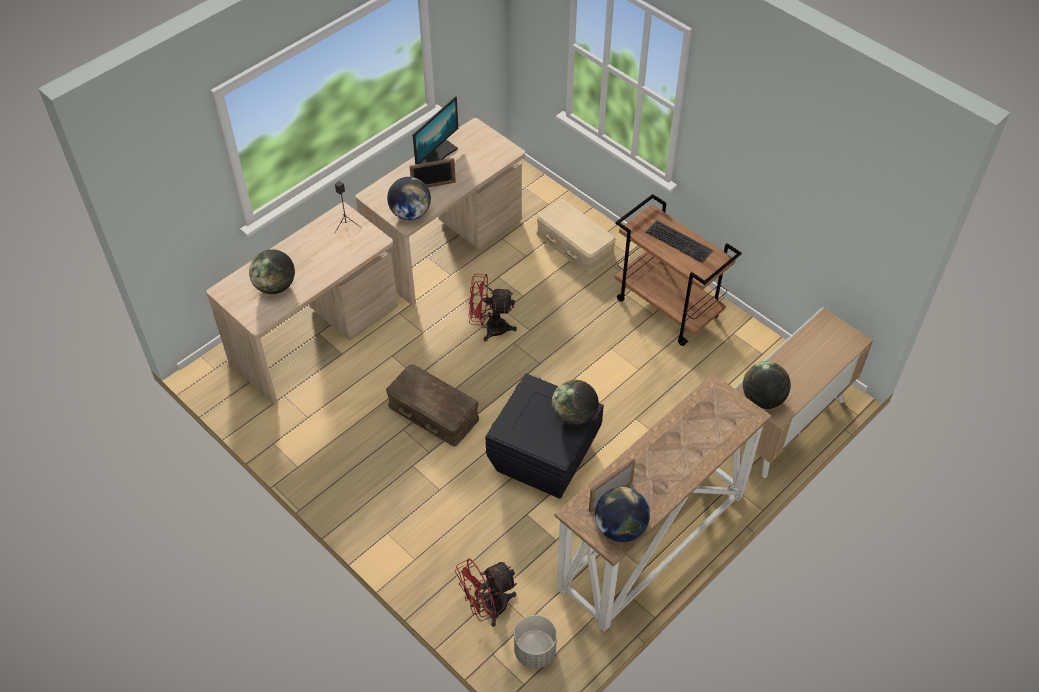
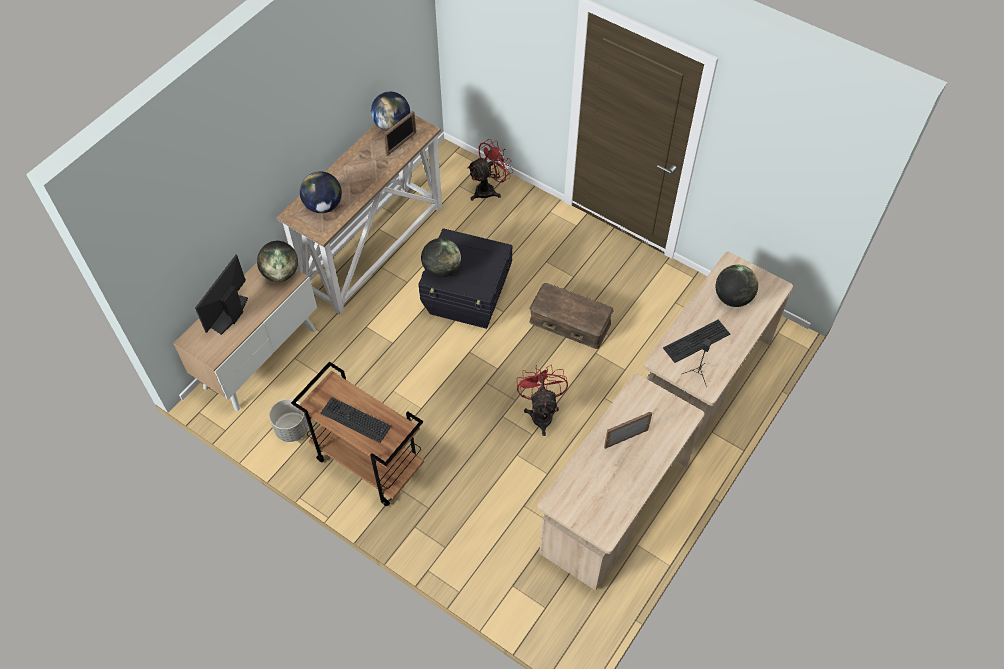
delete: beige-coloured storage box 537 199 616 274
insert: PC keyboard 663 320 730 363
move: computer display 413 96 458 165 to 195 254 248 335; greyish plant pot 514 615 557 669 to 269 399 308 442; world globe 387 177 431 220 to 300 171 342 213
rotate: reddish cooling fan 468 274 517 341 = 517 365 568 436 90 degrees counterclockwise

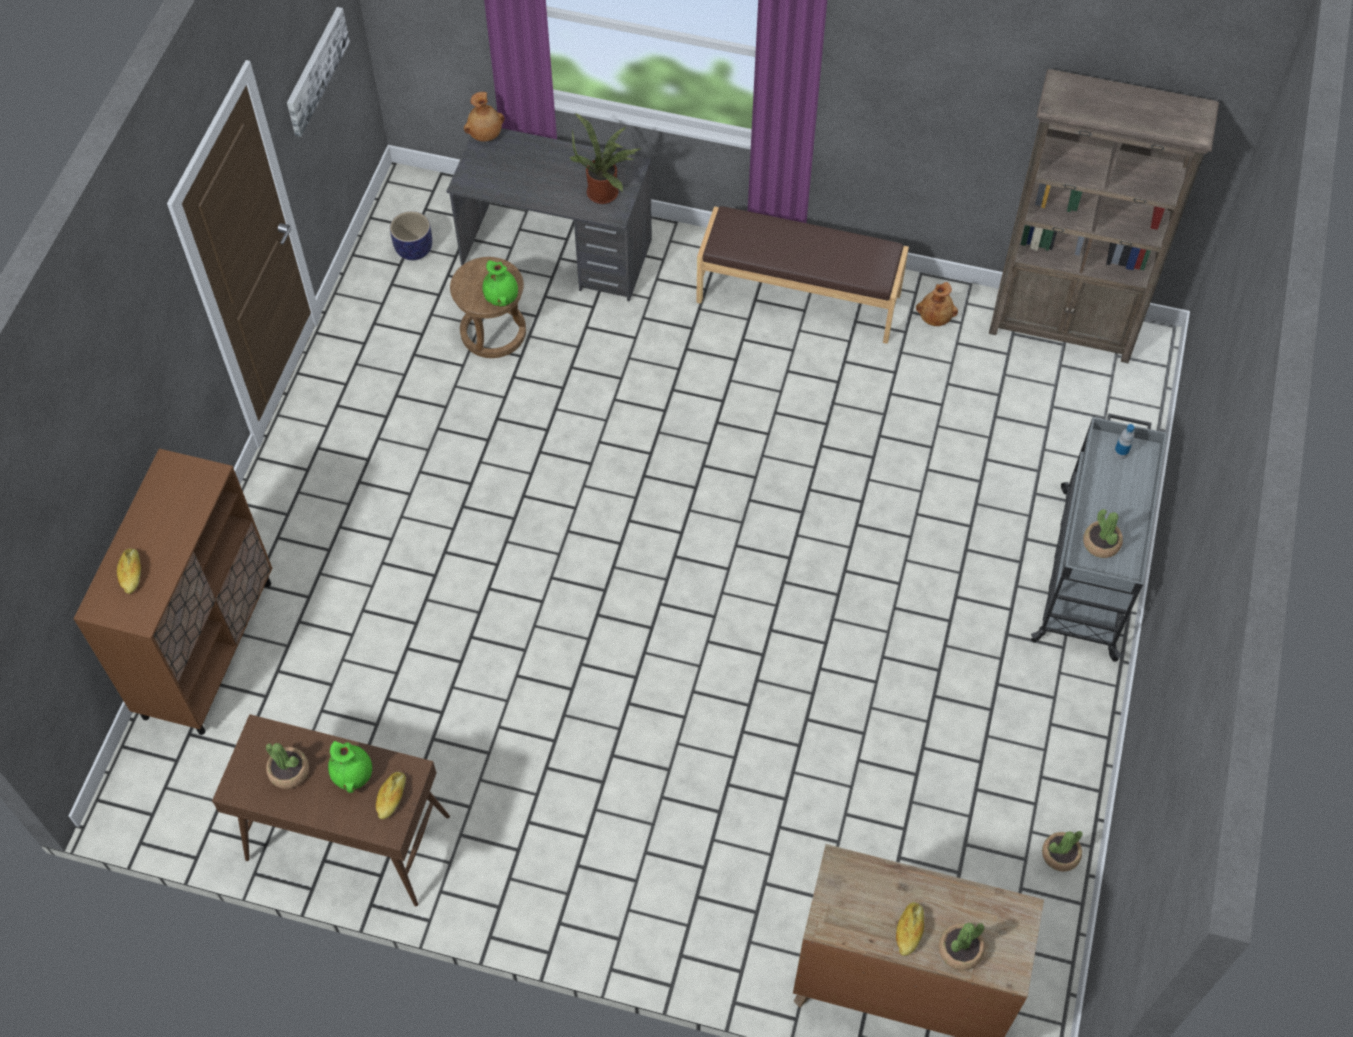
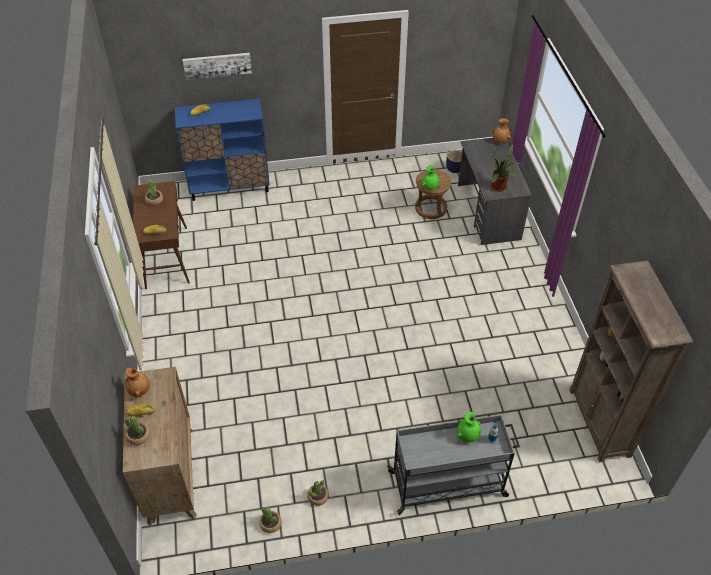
delete: brownish long seat 696 206 909 344
move: brownish decorative vase 916 282 958 326 to 125 367 150 397; wall art 287 7 350 137 to 183 53 252 80; potted plant 1083 509 1123 558 to 307 480 329 506; greenish decorative vase 328 741 372 793 to 457 412 481 443
recolor: brownish cupboard 73 449 272 735 to blue cupboard 175 99 270 201

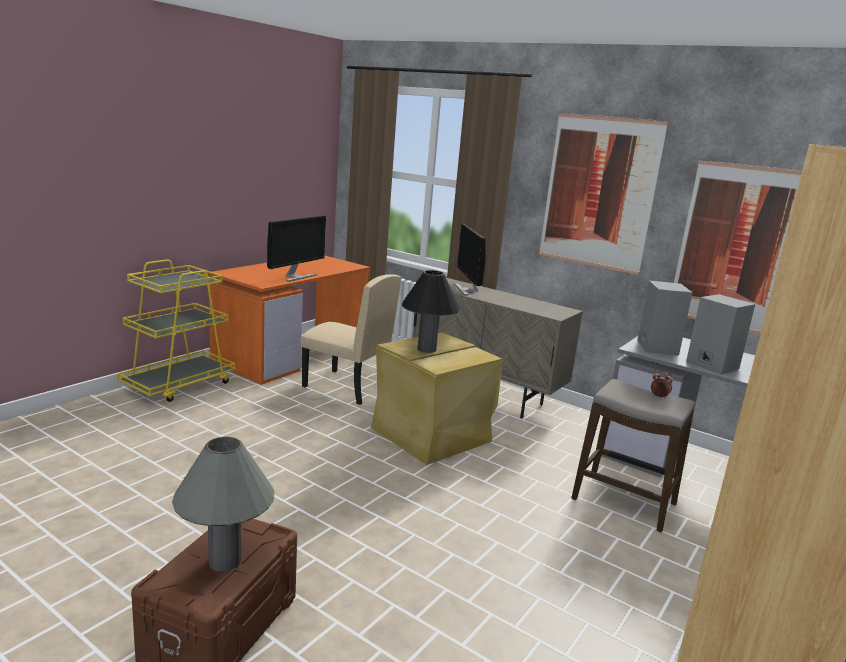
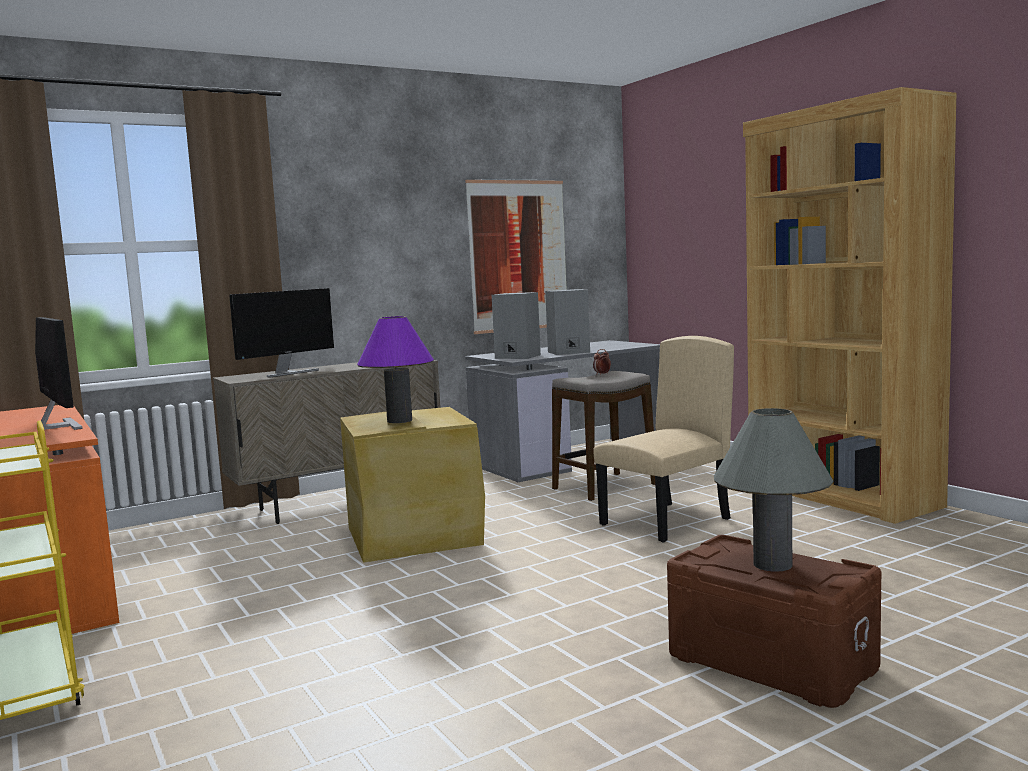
delete: wall art 539 113 668 275
move: beige-coloured upright chair 300 274 401 405 to 593 336 734 542
recolor: black-coloured tabletop lamp 402 270 460 353 to purplish tabletop lamp 357 316 434 423
rotate: computer display 454 223 485 296 = 229 288 334 378 60 degrees counterclockwise

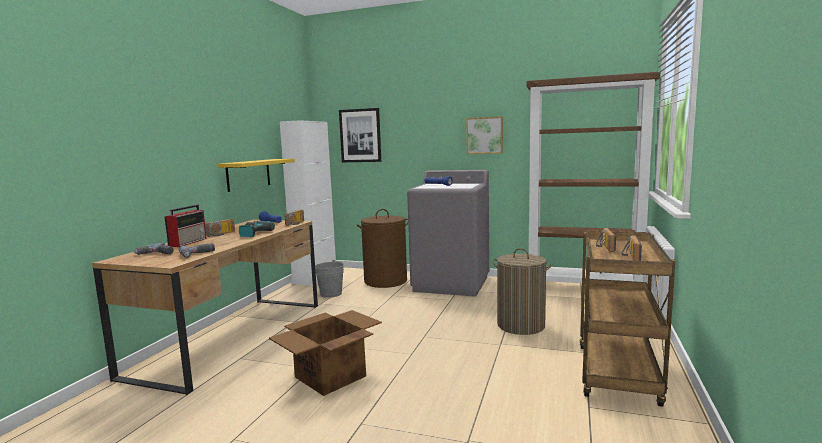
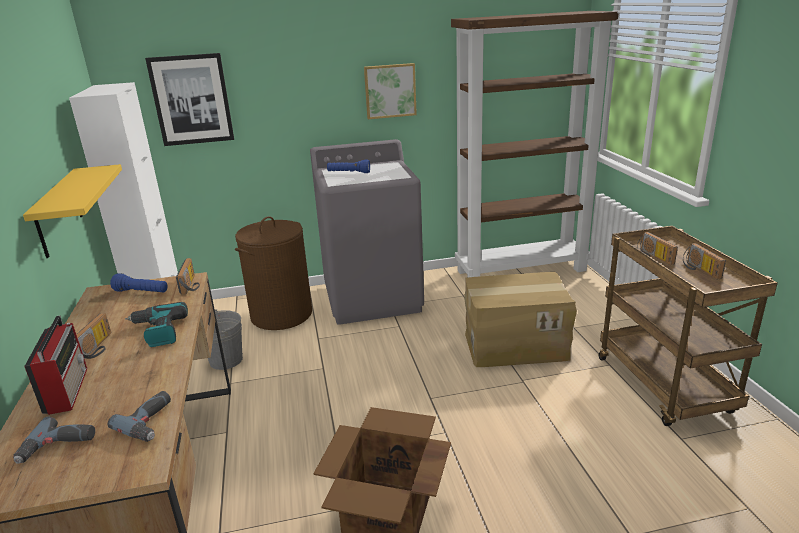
replace: washing basket 492 248 553 335 to carton 465 272 577 367

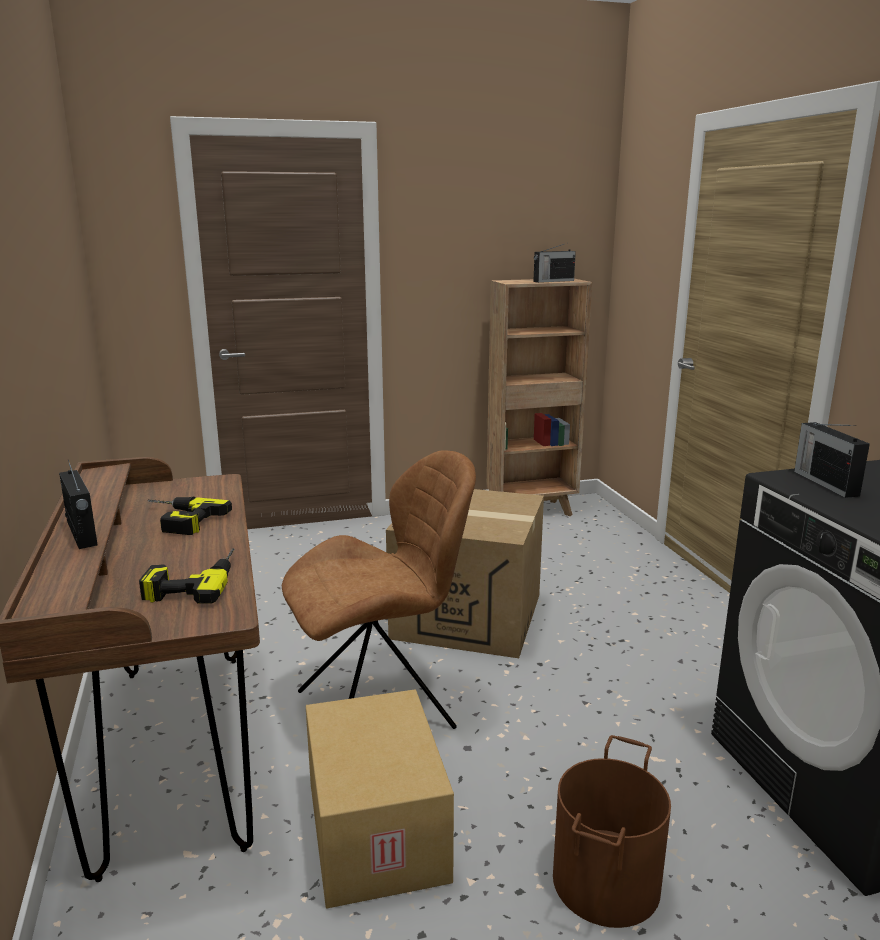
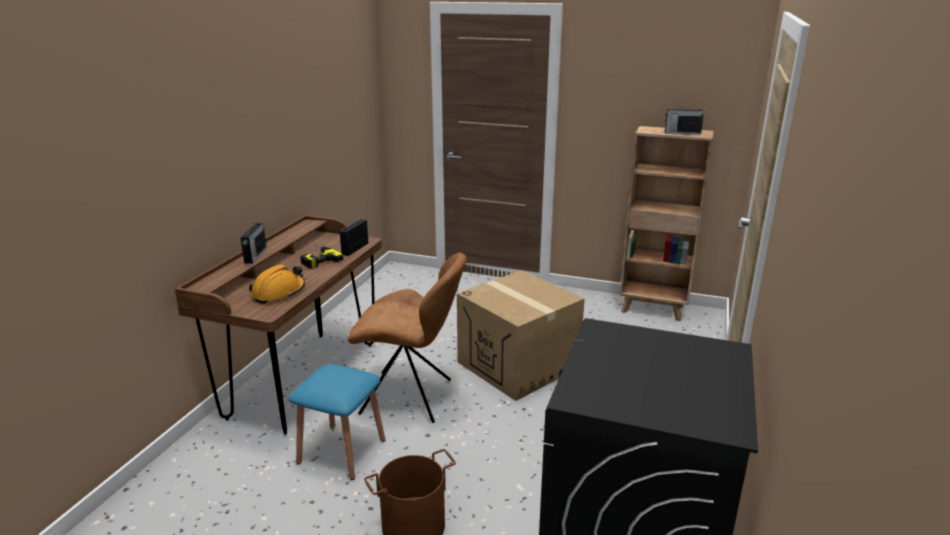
move: radio 794 422 870 498 to 340 219 368 256
replace: power drill 139 548 235 604 to orange hard hat 249 264 305 304; carton 306 690 454 908 to blue sitting stool 289 364 385 480

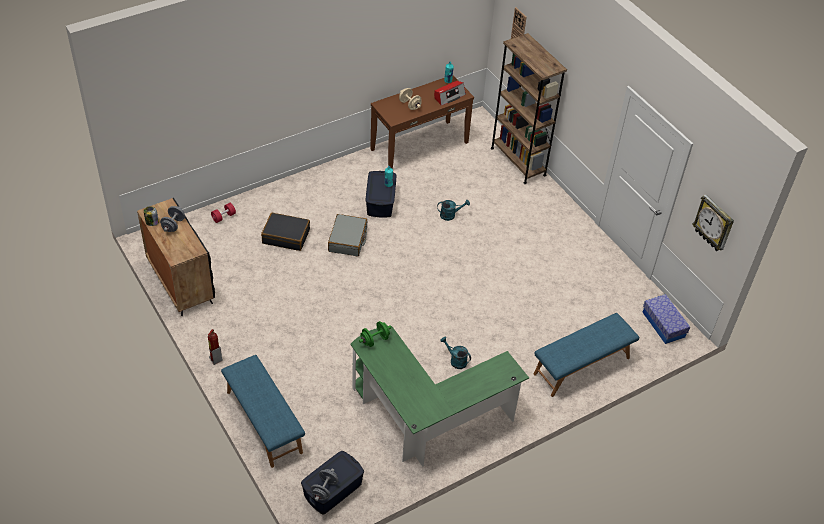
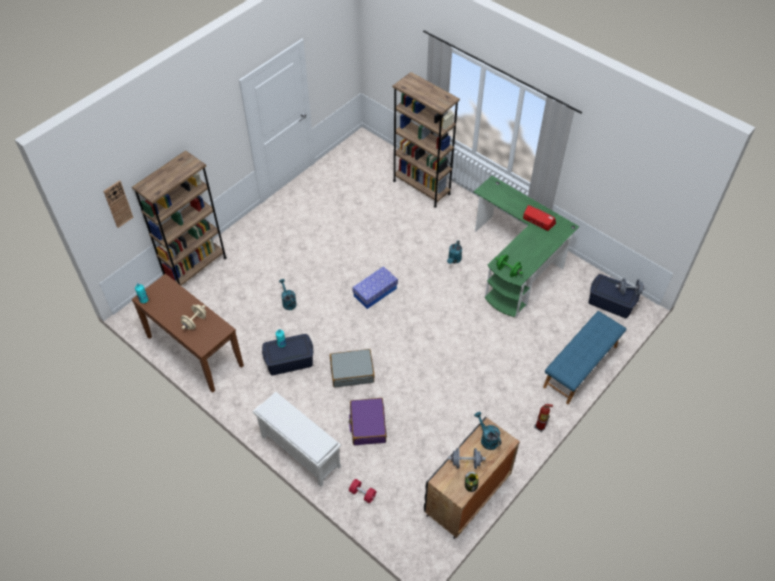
delete: hanging clock 693 194 734 251
insert: white-coloured shoe rack 253 392 341 487; blue-green watering can 474 412 501 450
move: storage box 642 294 690 344 to 352 266 398 309; radio 434 81 466 106 to 523 205 556 231
replace: blue long seat 533 313 639 397 to brownish bookshelf 393 72 460 208
recolor: black-coloured travel case 261 213 310 251 to purplish travel case 349 398 387 445

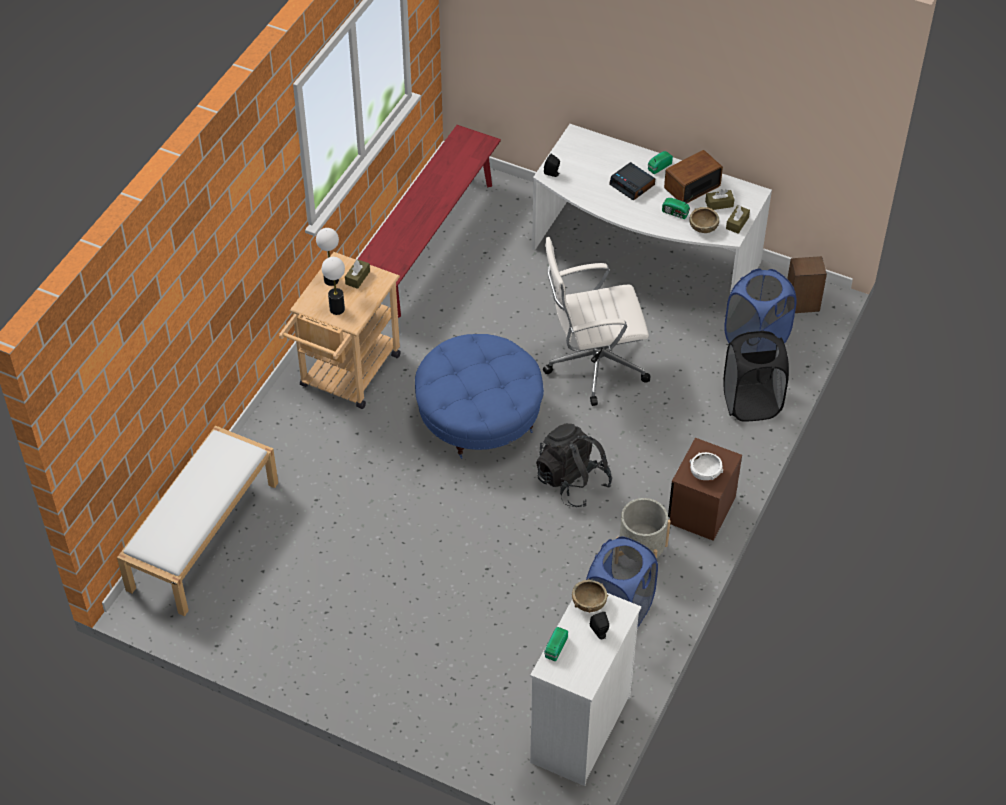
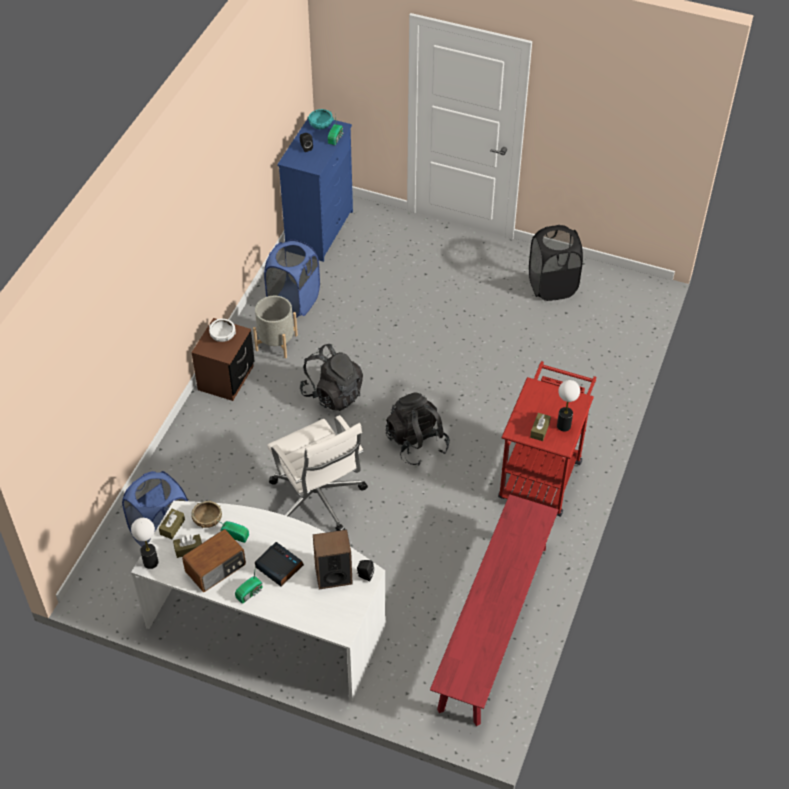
delete: white-coloured long seat 117 425 278 616; brownish serving bowl 572 579 609 613
insert: blue-green serving bowl 307 109 334 129
move: tabletop lamp 322 257 345 315 to 131 518 158 569; speaker 787 256 827 313 to 313 530 353 589; black-coloured washing basket 724 330 789 422 to 529 225 583 301
replace: blue pouffe 415 334 544 459 to black-coloured knapsack 386 392 450 466
recolor: white-coloured drawer chest 530 593 641 786 to blue drawer chest 277 119 353 262; beige-coloured cart 279 252 401 409 to reddish cart 498 361 596 517
rotate: white-coloured desk chair 543 237 650 406 = 267 415 368 531 75 degrees clockwise

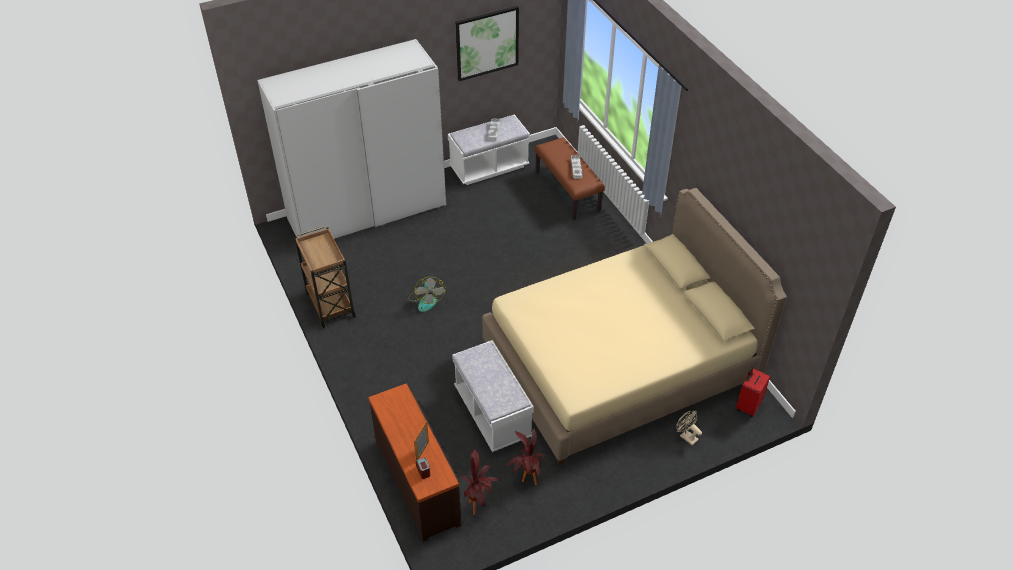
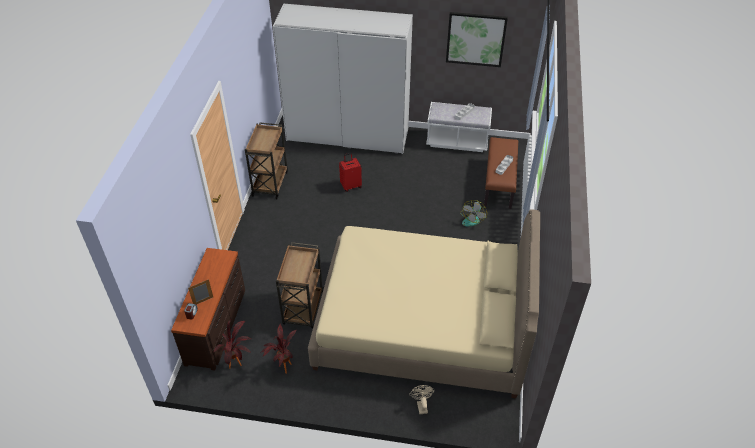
move: reddish travel case 736 365 770 417 to 339 153 362 192; cooling fan 408 277 446 312 to 460 200 487 226
replace: white-coloured long seat 452 340 534 452 to brownish cart 276 242 324 328

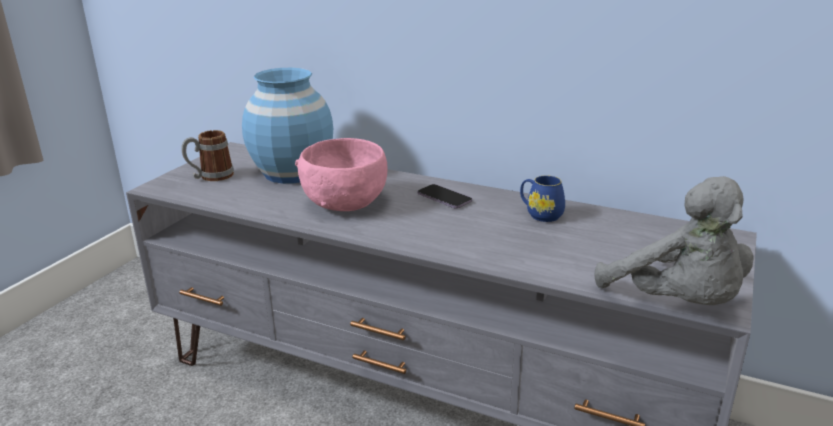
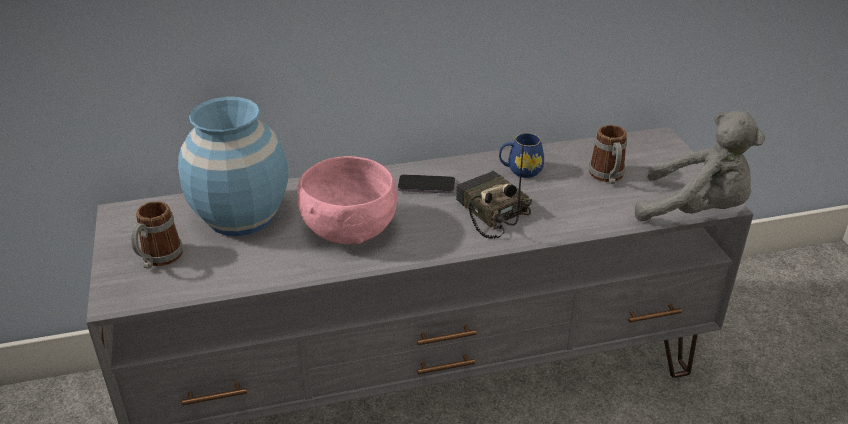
insert: radio 456 136 532 239; coffee mug 589 125 627 184

